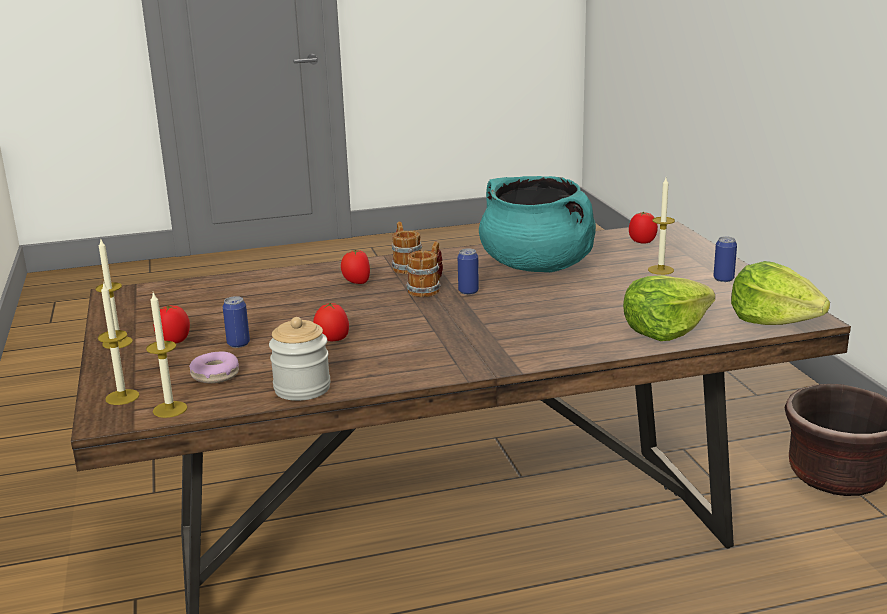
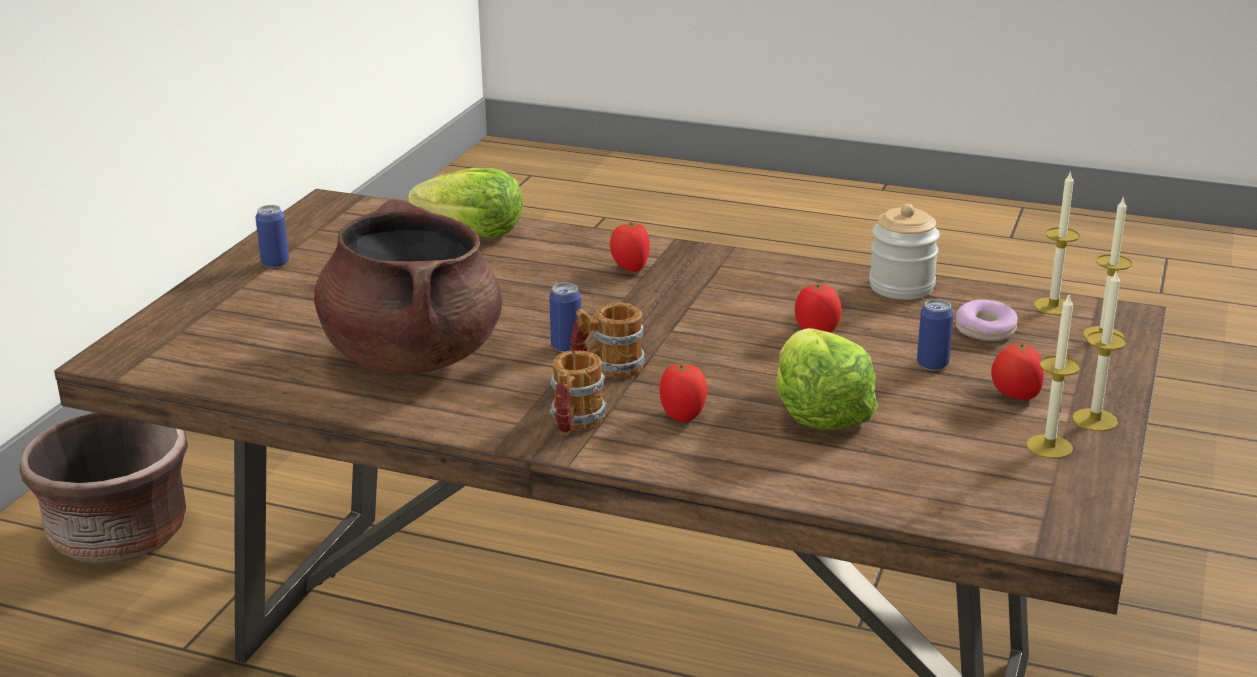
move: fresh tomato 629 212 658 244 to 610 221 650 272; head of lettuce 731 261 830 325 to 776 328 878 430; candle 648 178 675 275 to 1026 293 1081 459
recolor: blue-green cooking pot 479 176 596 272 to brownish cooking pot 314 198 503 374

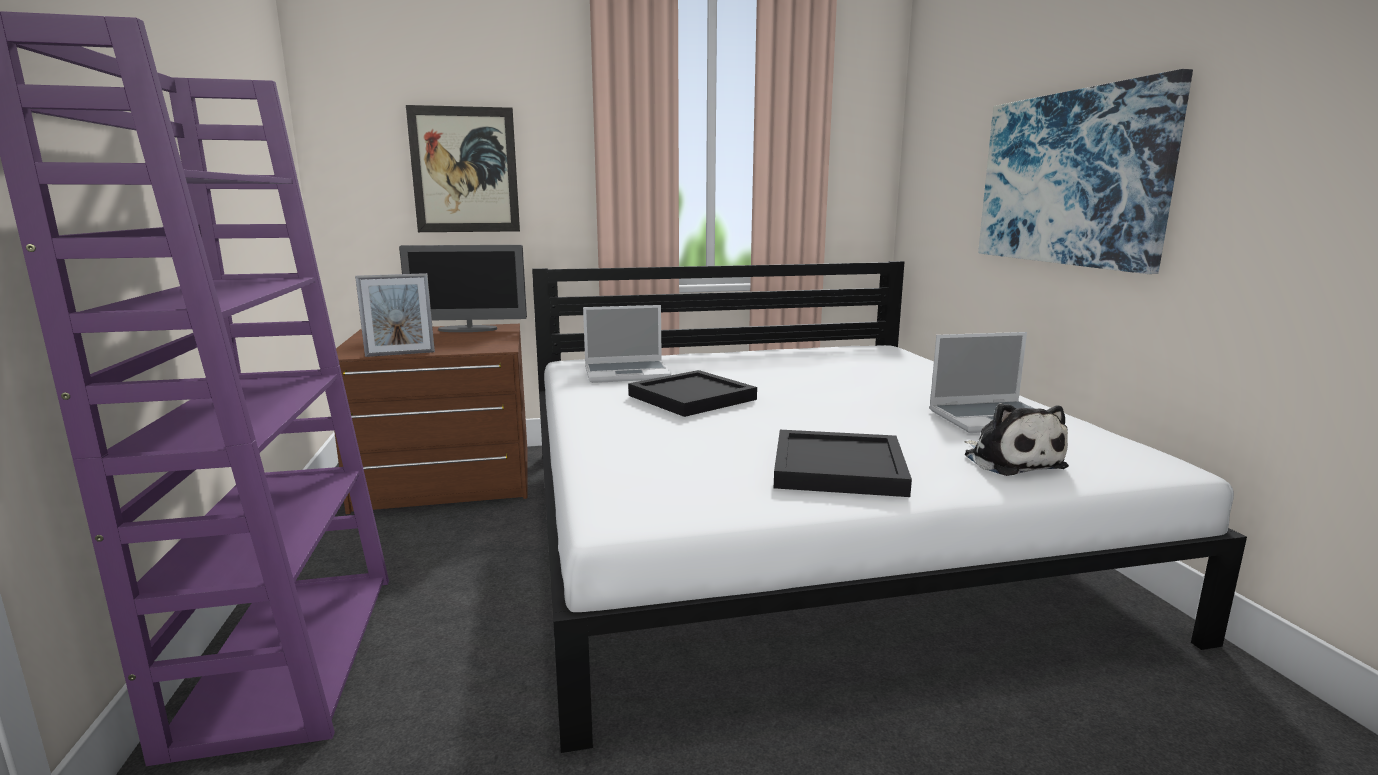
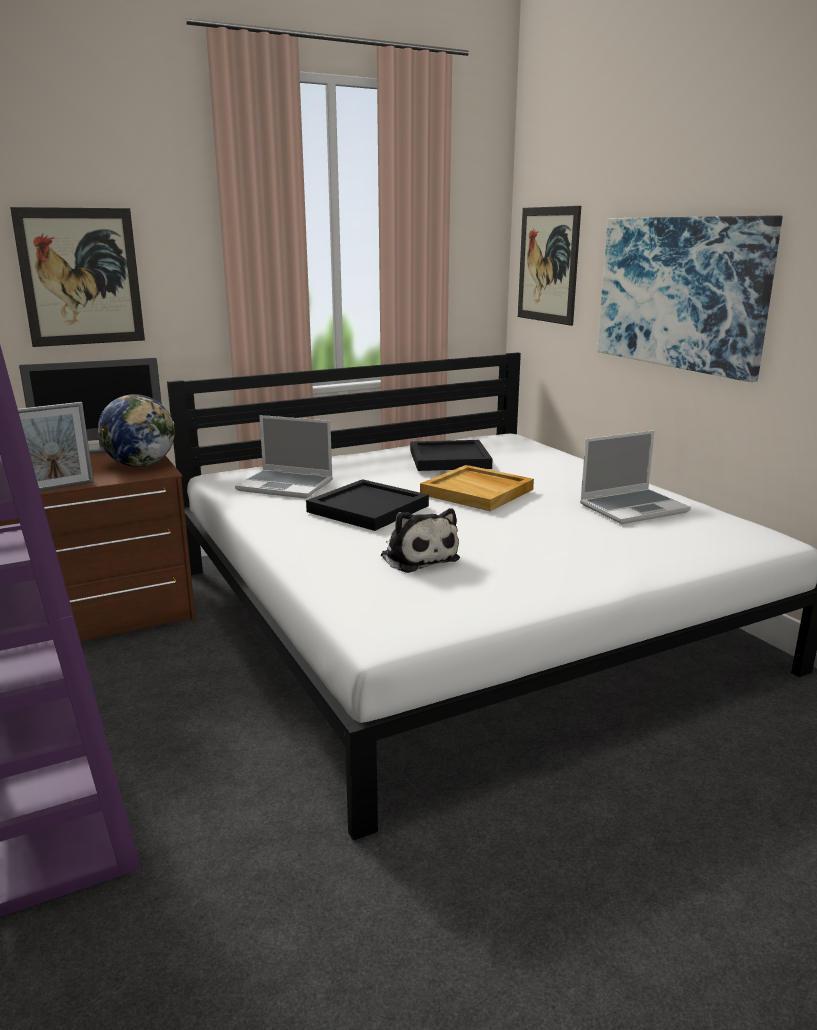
insert: world globe 98 394 175 467; beige-coloured tray 420 465 534 511; wall art 518 206 581 326
move: plush toy 964 403 1069 476 to 381 508 460 573; black-coloured tray 774 430 912 497 to 410 440 493 471
rotate: portable computer 583 305 671 383 = 235 415 333 499 45 degrees clockwise

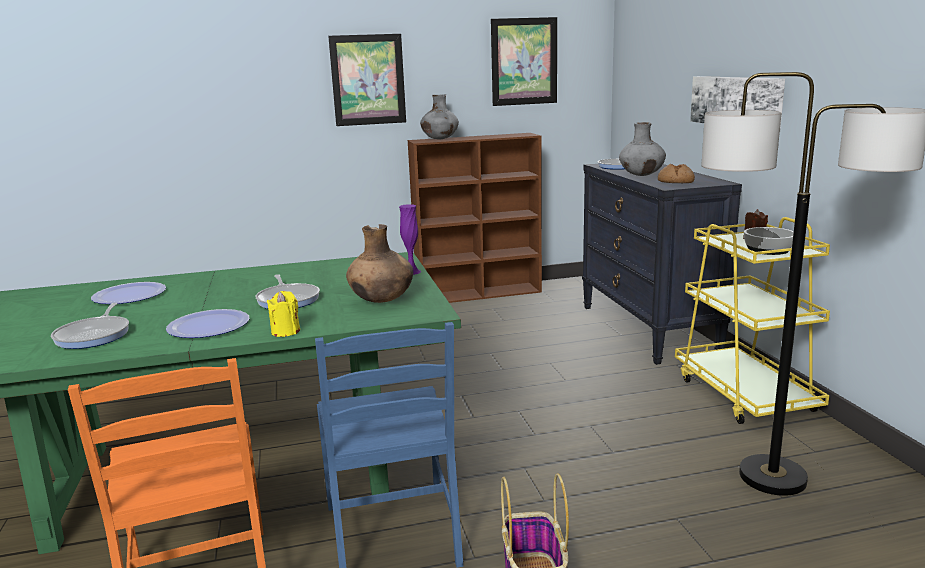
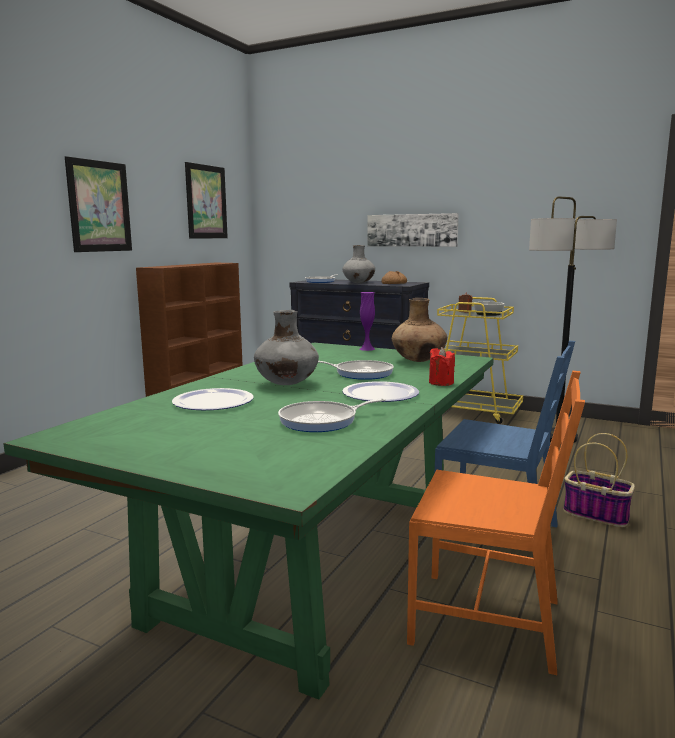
move: greyish decorative vase 420 94 459 140 to 254 310 319 385
recolor: yellow candle 266 291 300 337 to reddish candle 429 347 455 386
rotate: frying pan 51 303 129 349 = 278 398 385 432 120 degrees clockwise

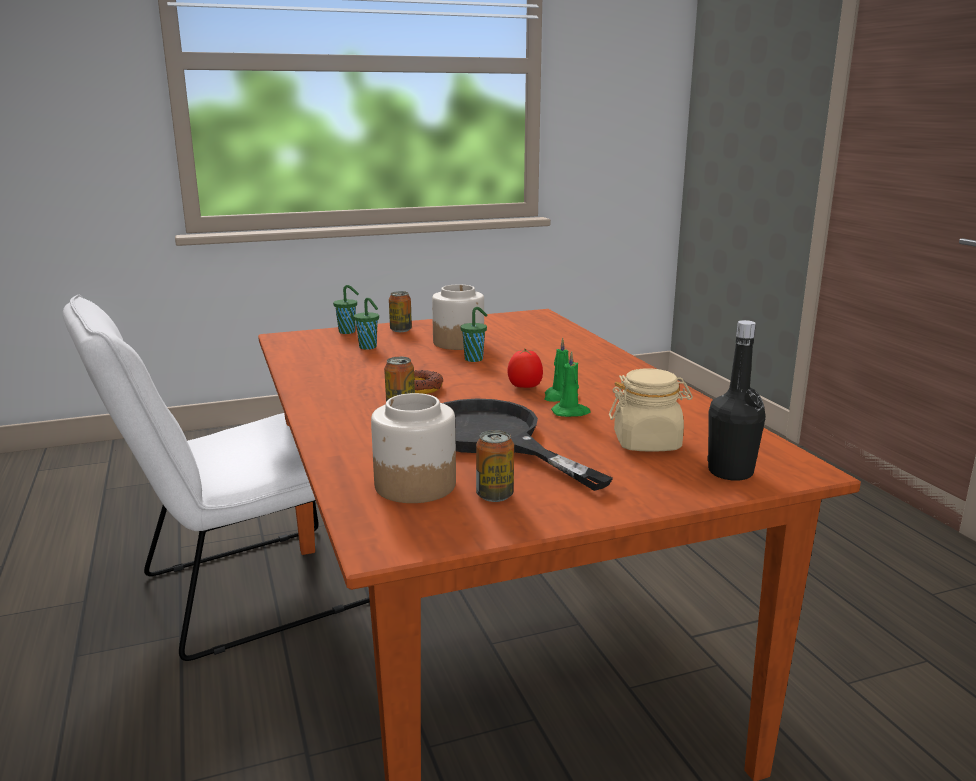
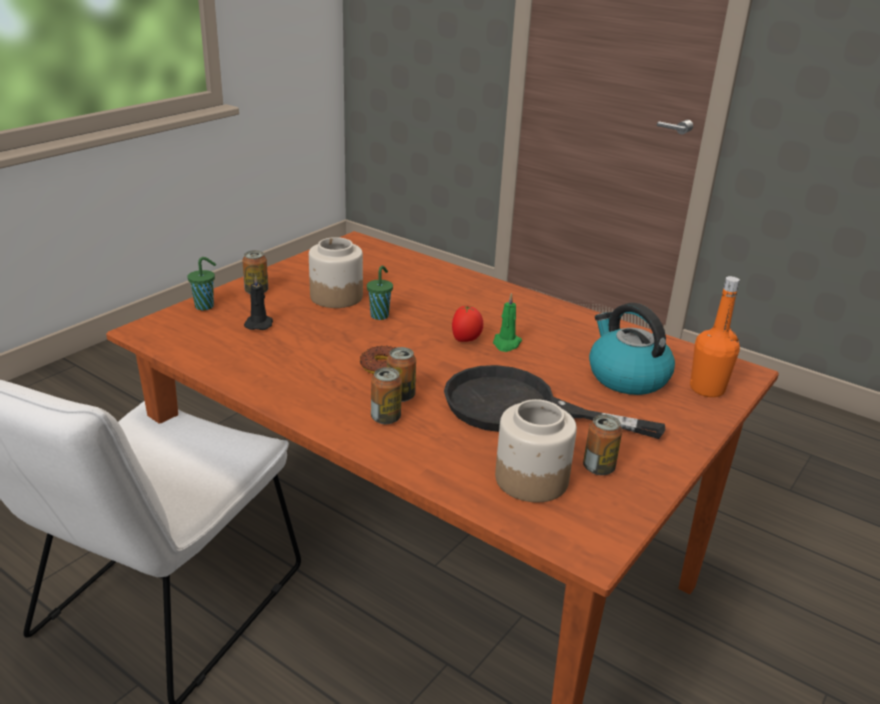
delete: greenish candle 551 351 590 417
insert: can 371 367 402 424
replace: greenish small cup 354 298 379 350 to black-coloured candle 244 275 273 330; beige-coloured storage jar 609 369 693 452 to water kettle 589 303 675 395
recolor: black-coloured bottle 707 320 766 481 to orange bottle 690 276 740 397

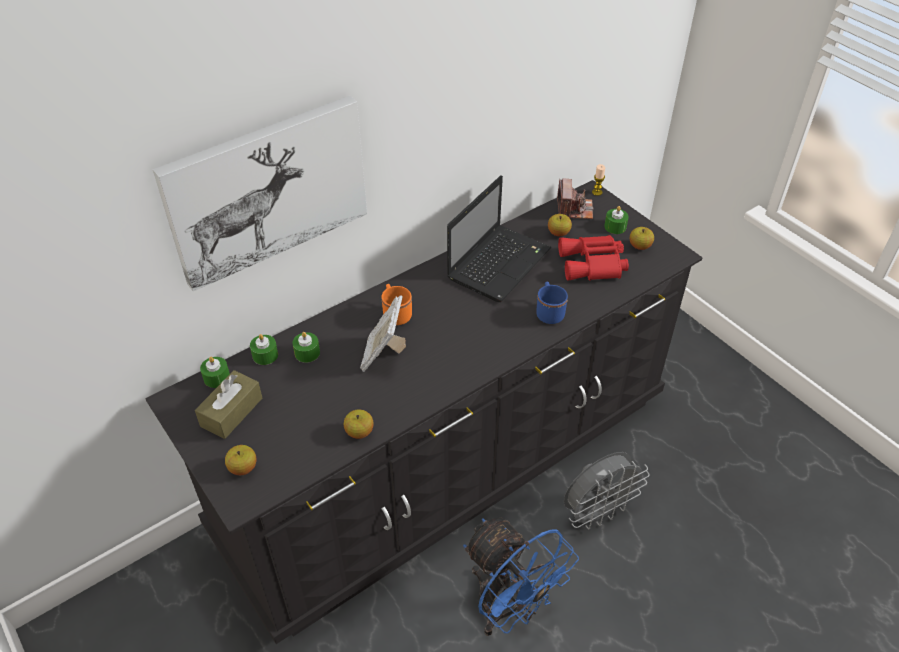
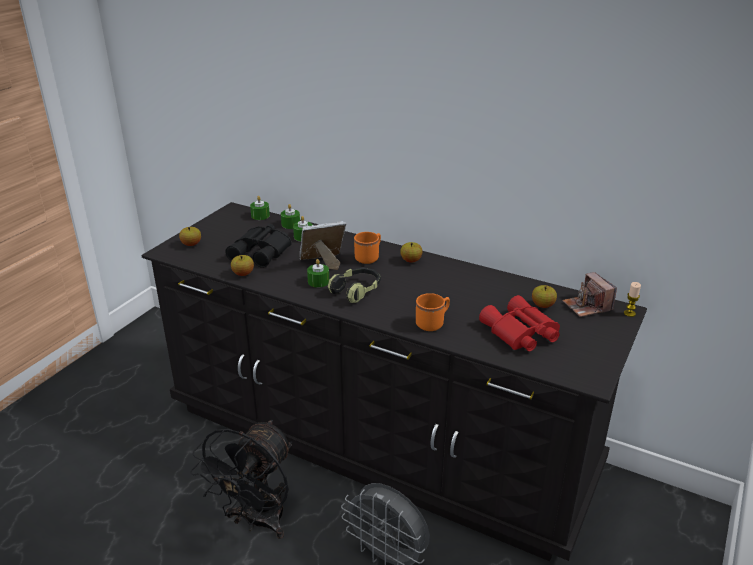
delete: wall art 153 96 367 292; brownish tissue box 195 370 262 439; portable computer 447 175 551 302
insert: black-coloured pair of binoculars 225 224 292 268; headset 328 267 381 303
move: greenish candle 604 206 629 234 to 307 259 329 287; whole apple 630 227 654 250 to 400 242 423 263
recolor: blue cooling fan 463 518 579 636 to black-coloured cooling fan 190 420 292 539; blue coffee mug 536 282 568 324 to orange coffee mug 416 293 450 331
rotate: still camera 557 178 594 219 = 562 272 617 317 90 degrees clockwise

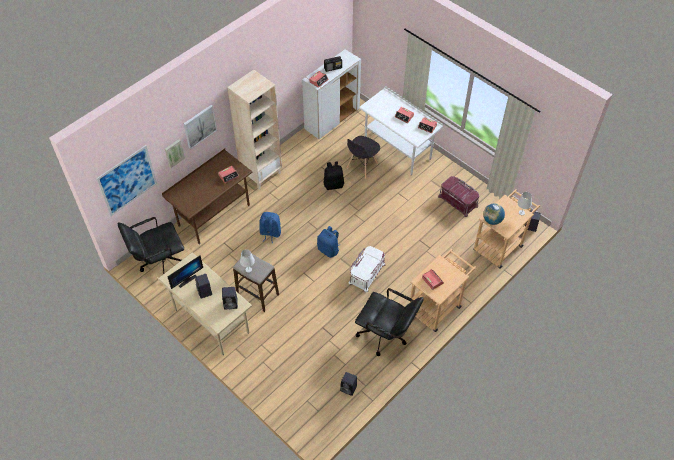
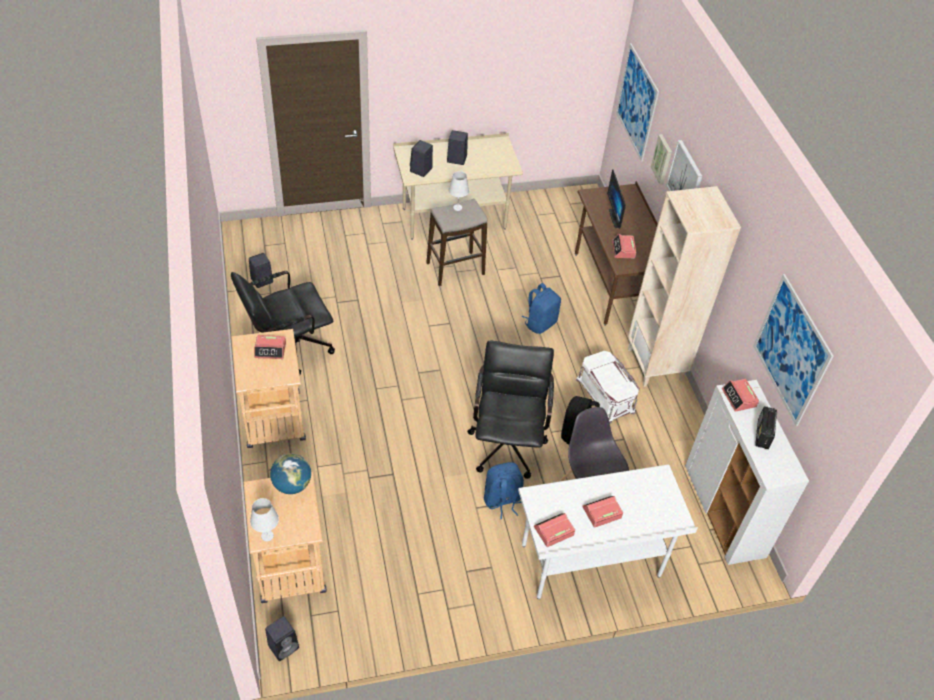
delete: reddish storage box 438 176 479 217
insert: wall art 753 274 833 426
move: black-coloured desk chair 118 217 184 274 to 467 341 554 479; blue knapsack 317 226 340 258 to 484 462 524 520; white-coloured storage box 349 246 385 293 to 576 351 640 424; computer display 168 255 203 289 to 607 169 626 229

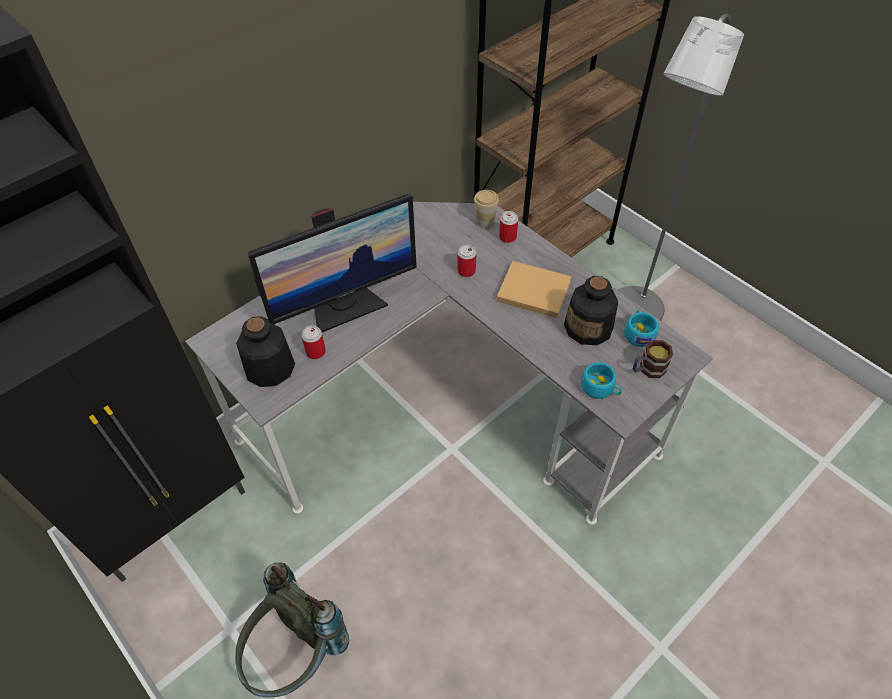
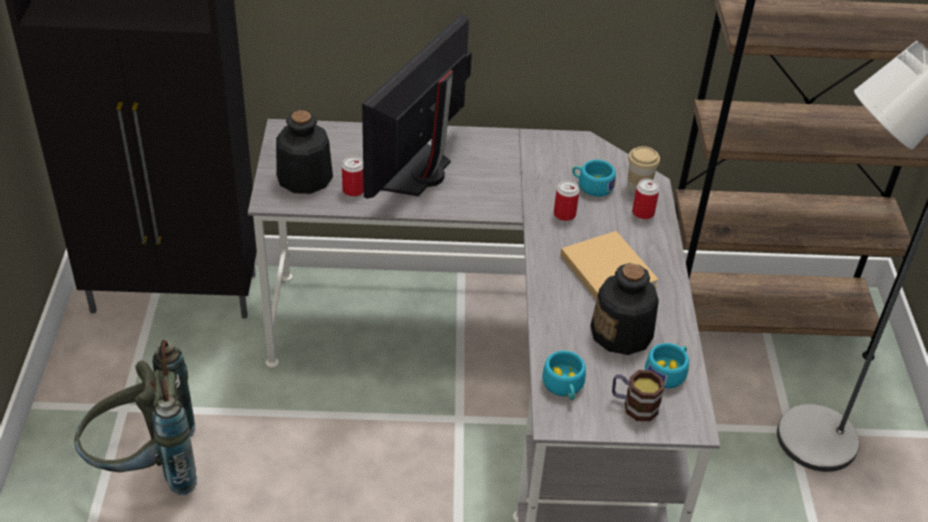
insert: blue-green small cup 572 160 616 197
rotate: computer display 248 194 417 332 = 362 13 472 199 105 degrees clockwise

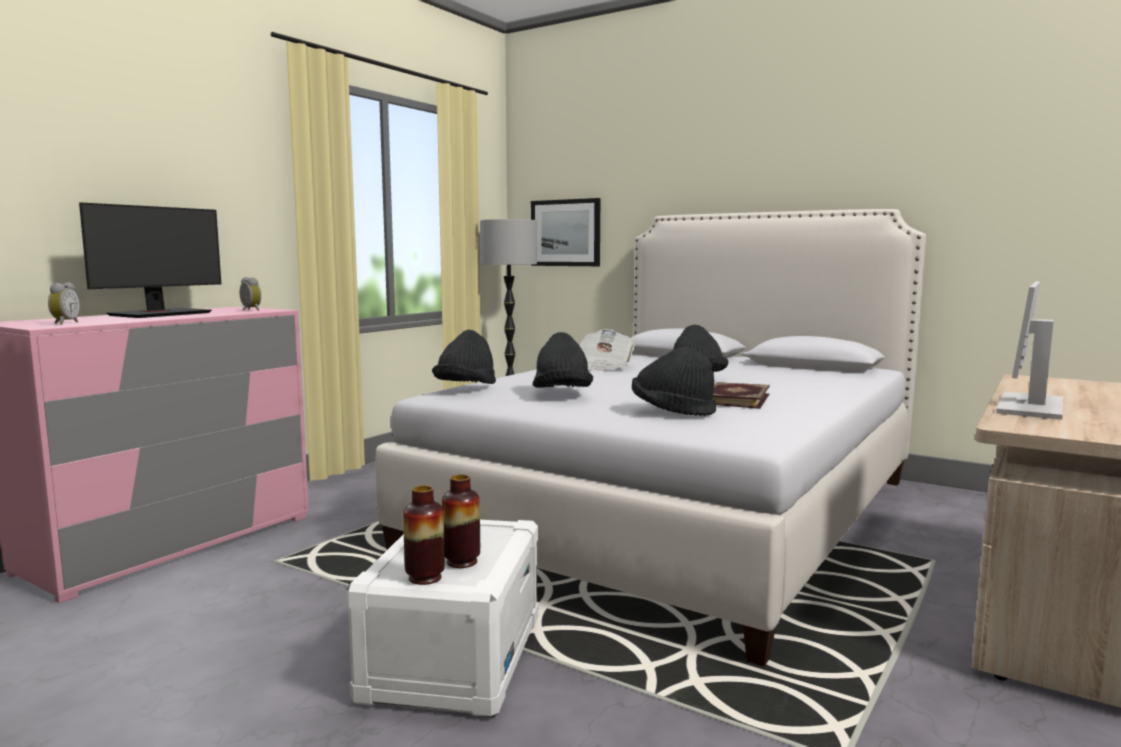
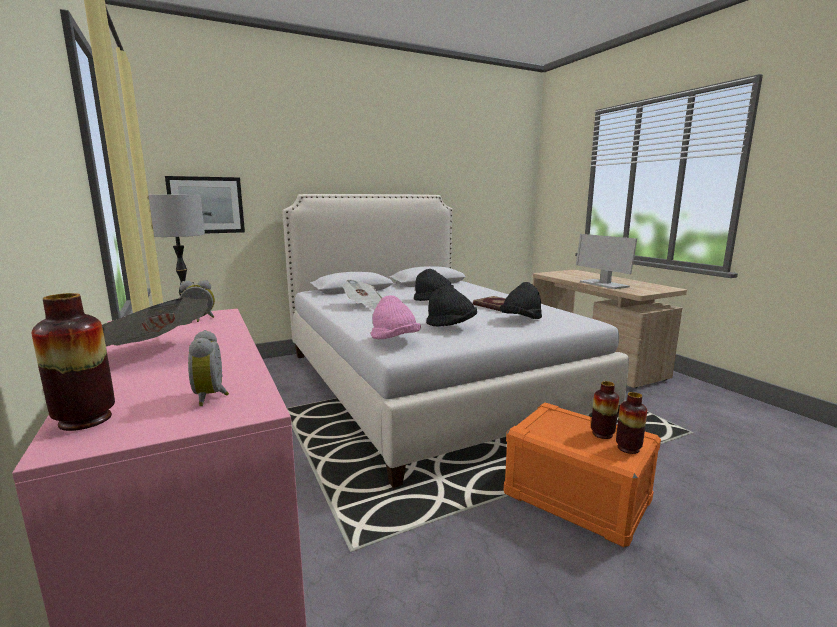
insert: decorative vase 32 293 115 431
replace: computer display 79 202 221 318 to printed paper 102 297 208 347
recolor: black-coloured clothing hat 432 330 496 384 to pink clothing hat 371 295 421 339; white-coloured storage box 345 520 538 718 to orange storage box 504 403 661 548
rotate: alarm clock 48 282 80 325 = 188 330 229 406 135 degrees counterclockwise

